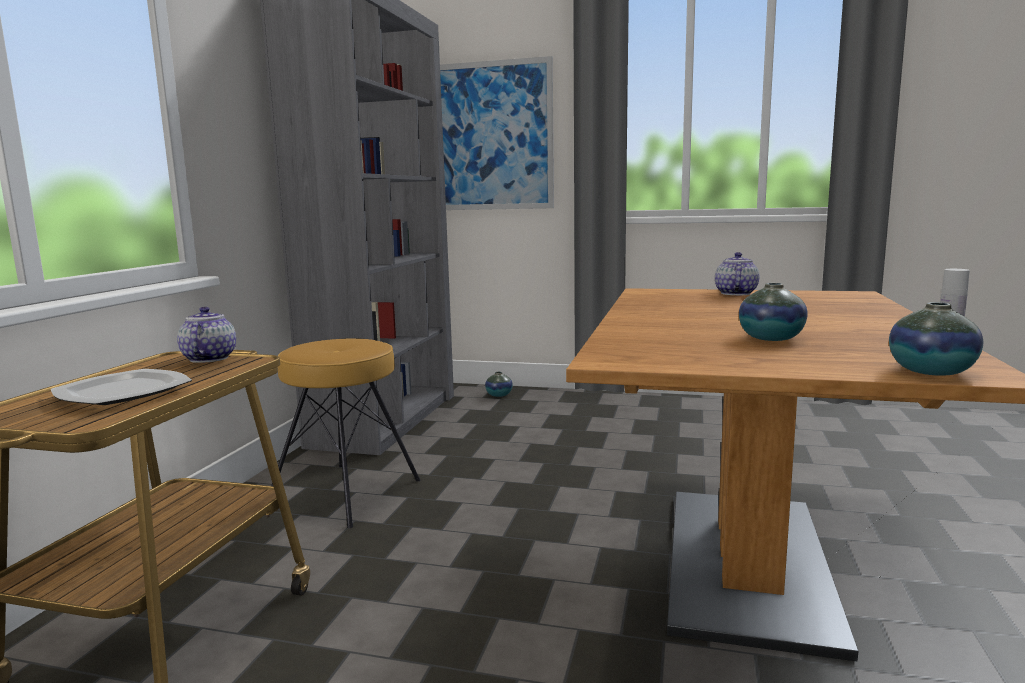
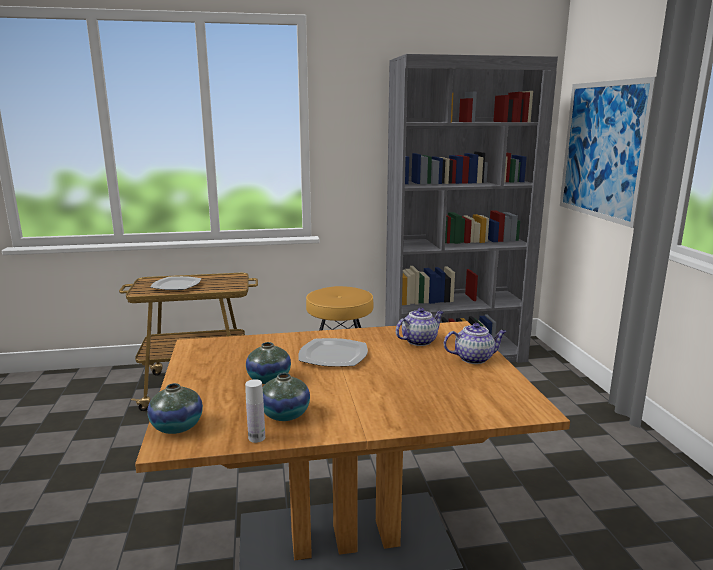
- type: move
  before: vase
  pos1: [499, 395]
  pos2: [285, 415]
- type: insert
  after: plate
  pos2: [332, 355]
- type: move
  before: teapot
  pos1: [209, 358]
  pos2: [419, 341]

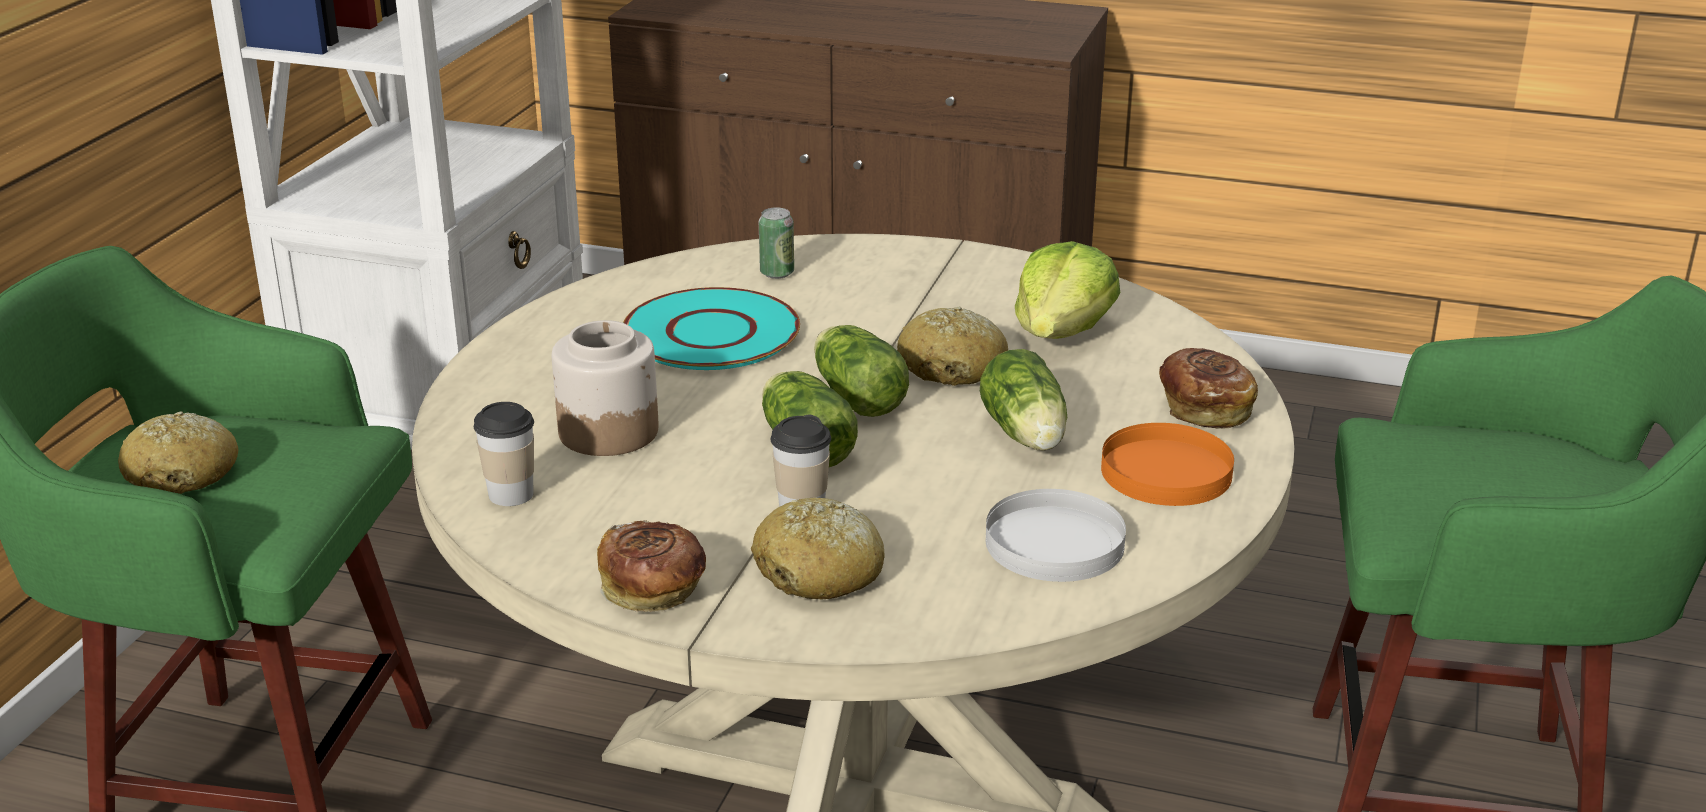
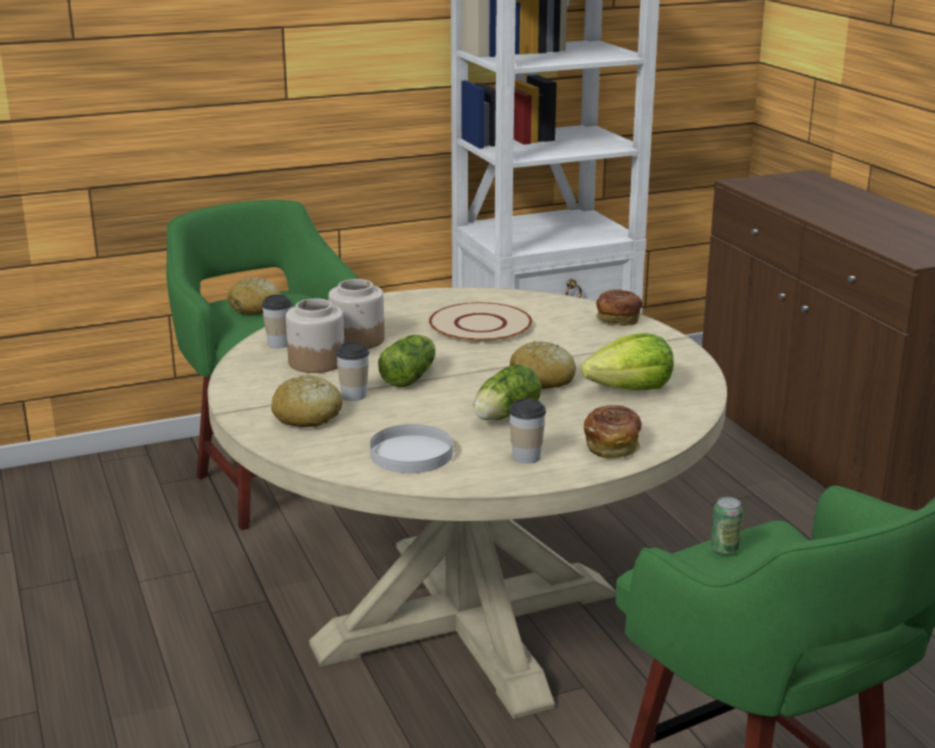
- type: insert
  after: jar
  pos2: [316, 362]
- type: recolor
  before: turquoise plate
  after: beige plate
  pos1: [712, 333]
  pos2: [480, 325]
- type: replace
  before: orange plate
  after: cup
  pos1: [1167, 472]
  pos2: [526, 457]
- type: move
  before: bread
  pos1: [653, 591]
  pos2: [617, 320]
- type: move
  before: can
  pos1: [777, 273]
  pos2: [724, 549]
- type: delete
  before: lettuce
  pos1: [855, 395]

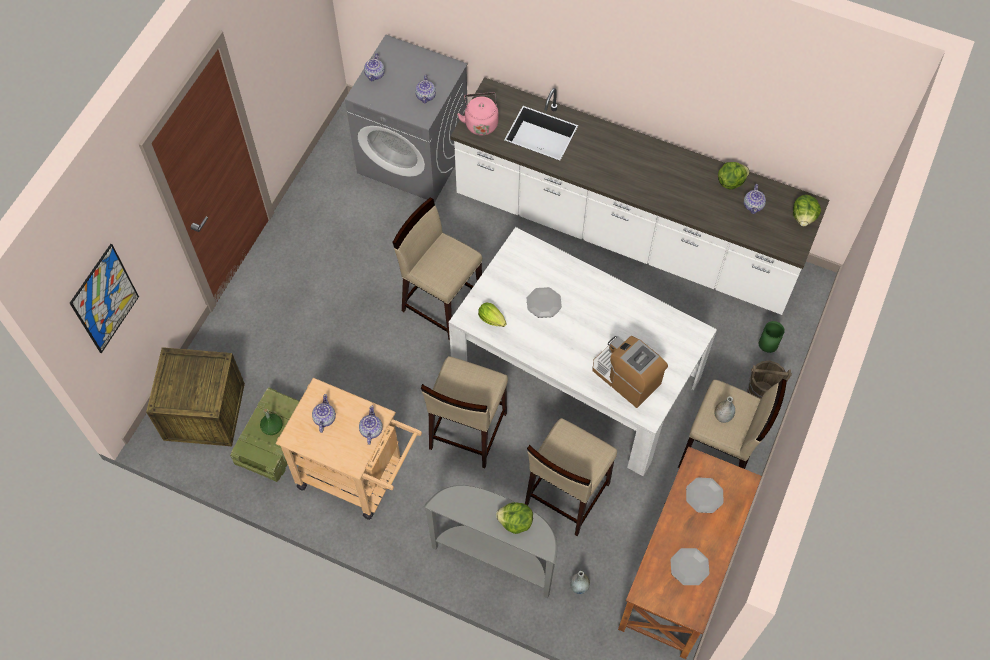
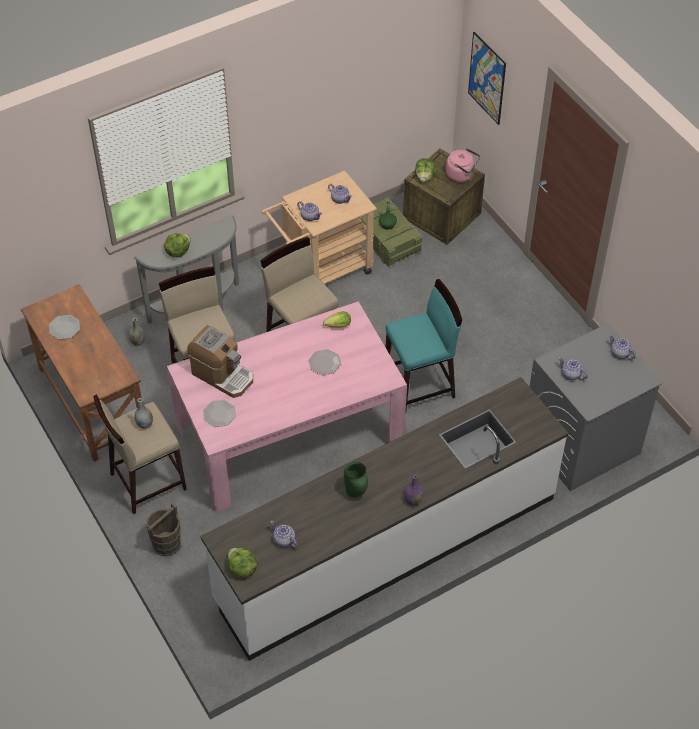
- type: recolor
  before: white dining table
  after: pink dining table
  pos1: [576, 374]
  pos2: [289, 434]
- type: rotate
  before: coffee machine
  pos1: [626, 377]
  pos2: [223, 375]
  turn: 45
- type: move
  before: plate
  pos1: [704, 495]
  pos2: [219, 414]
- type: move
  before: green vase
  pos1: [766, 347]
  pos2: [356, 493]
- type: recolor
  before: beige stool
  after: turquoise stool
  pos1: [442, 304]
  pos2: [420, 386]
- type: insert
  after: purple vase
  pos2: [413, 500]
- type: move
  before: lettuce
  pos1: [730, 181]
  pos2: [425, 177]
- type: move
  before: pink kettle
  pos1: [480, 122]
  pos2: [461, 175]

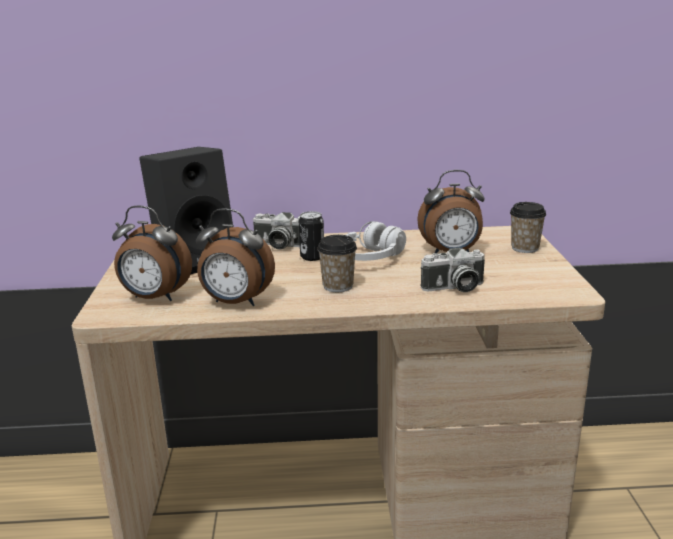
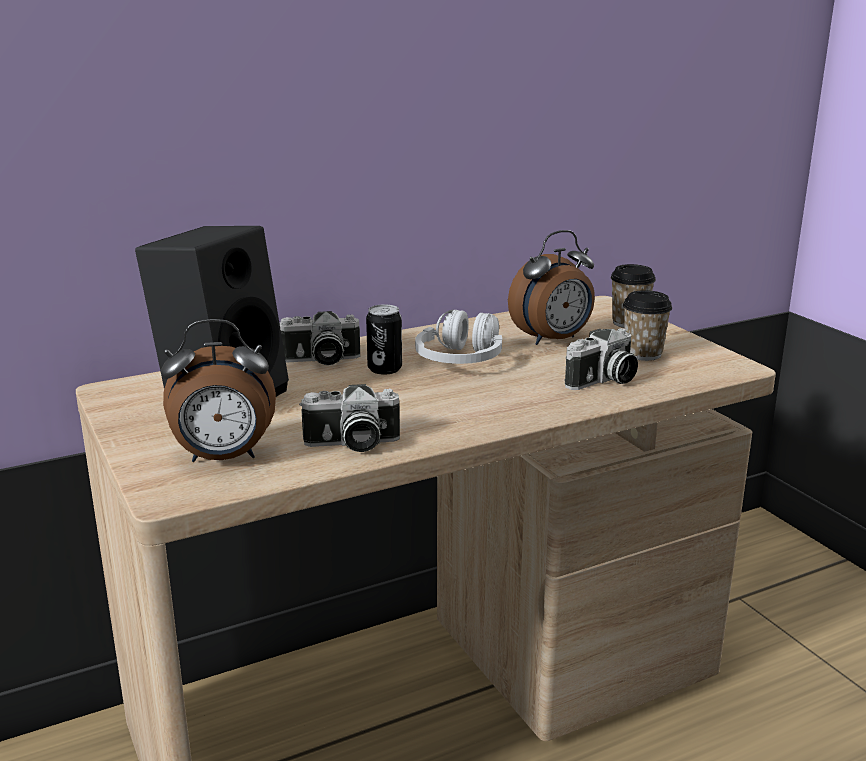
- type: replace
  before: alarm clock
  after: photo camera
  pos1: [236, 303]
  pos2: [351, 444]
- type: move
  before: cup
  pos1: [338, 286]
  pos2: [643, 354]

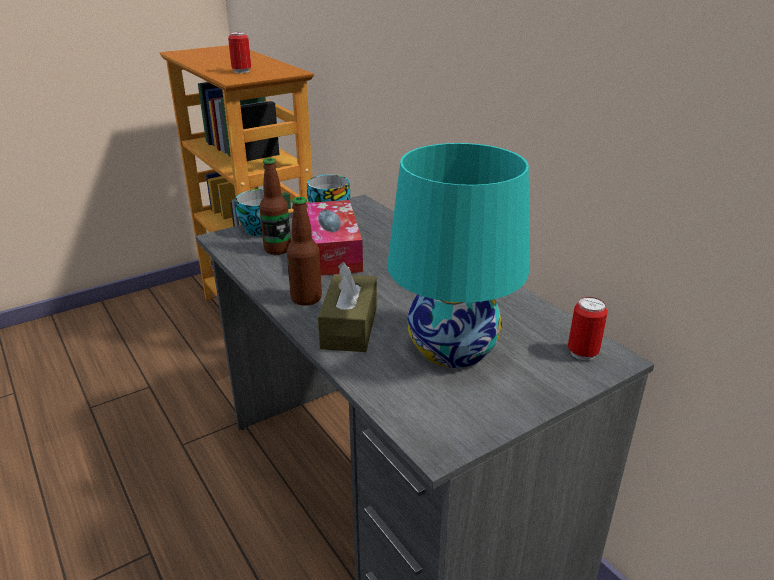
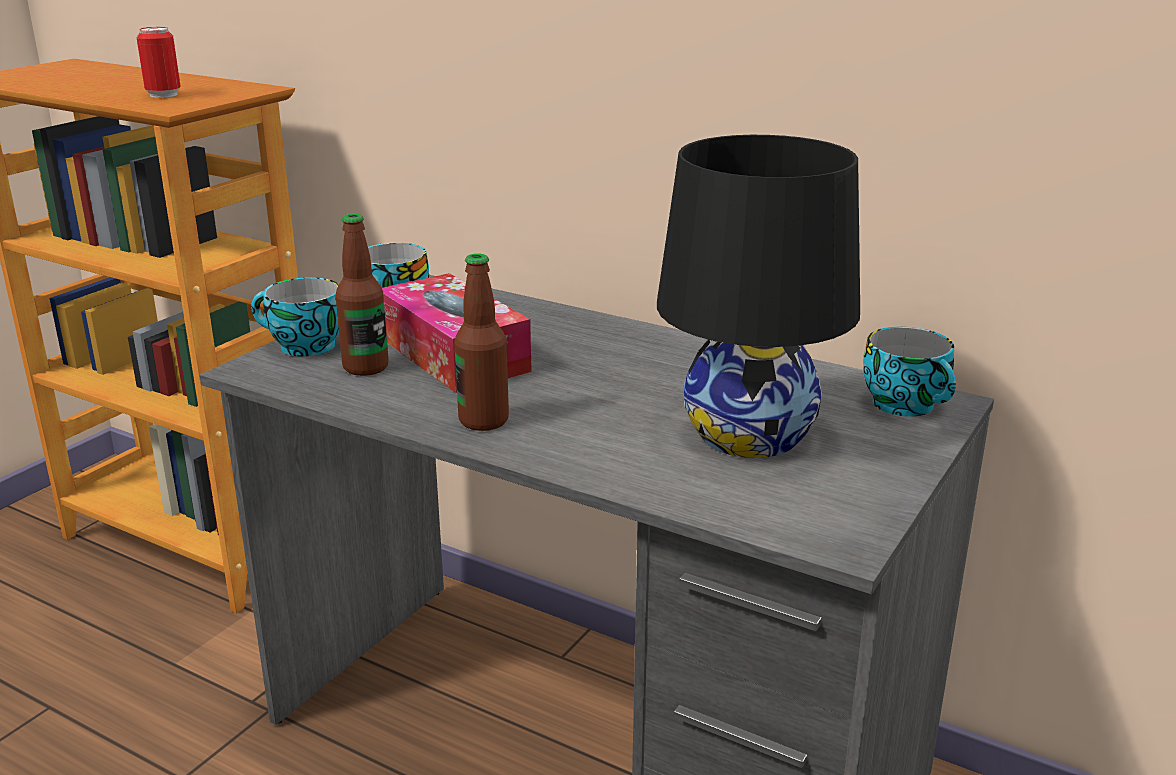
- type: recolor
  before: turquoise table lamp
  after: black table lamp
  pos1: [453, 348]
  pos2: [750, 434]
- type: replace
  before: can
  after: cup
  pos1: [582, 353]
  pos2: [908, 405]
- type: delete
  before: brown tissue box
  pos1: [349, 327]

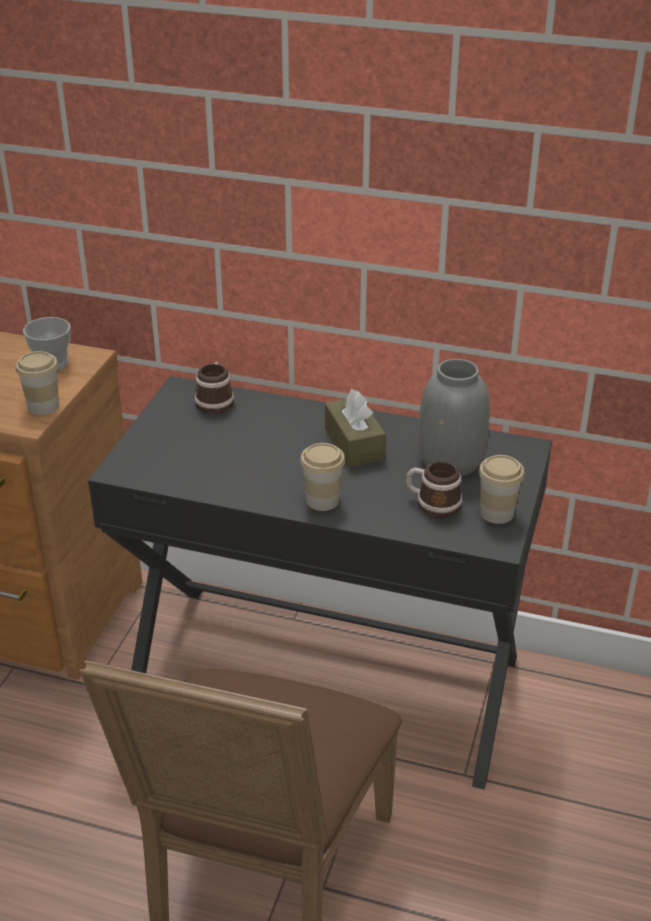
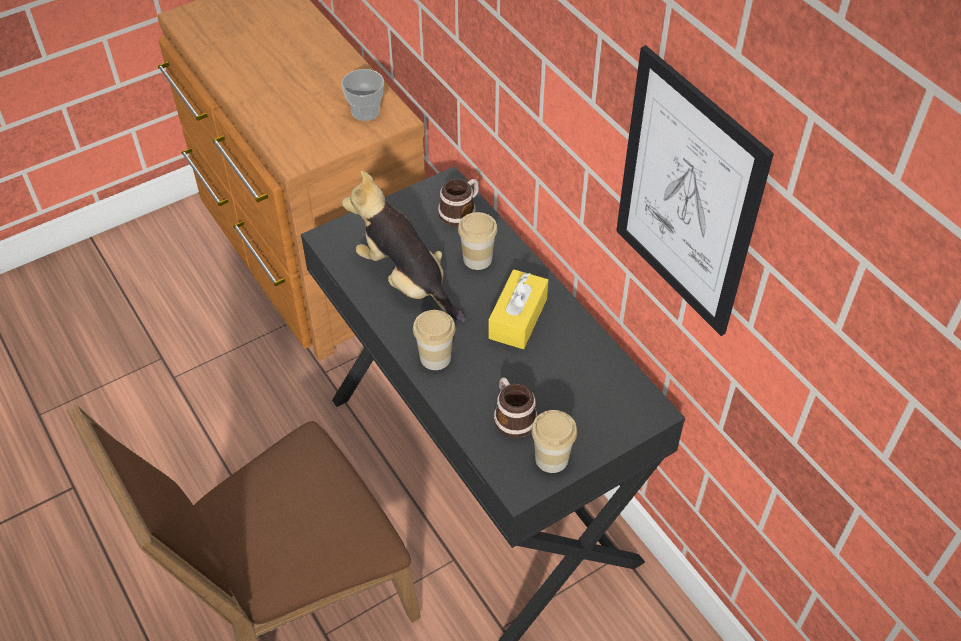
- type: insert
  after: plush toy
  pos2: [406, 281]
- type: move
  before: cup
  pos1: [43, 406]
  pos2: [477, 259]
- type: recolor
  before: brown tissue box
  after: yellow tissue box
  pos1: [354, 444]
  pos2: [518, 318]
- type: insert
  after: picture
  pos2: [687, 195]
- type: delete
  before: grey vase
  pos1: [451, 462]

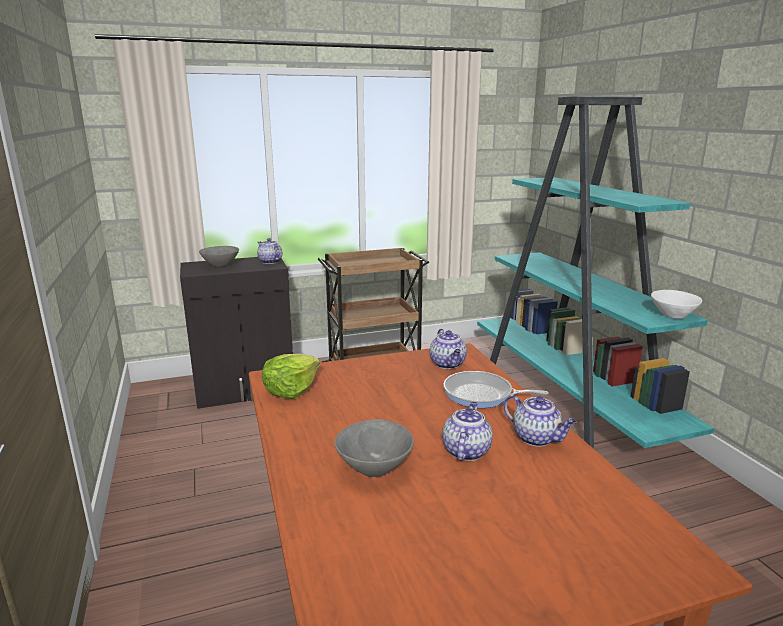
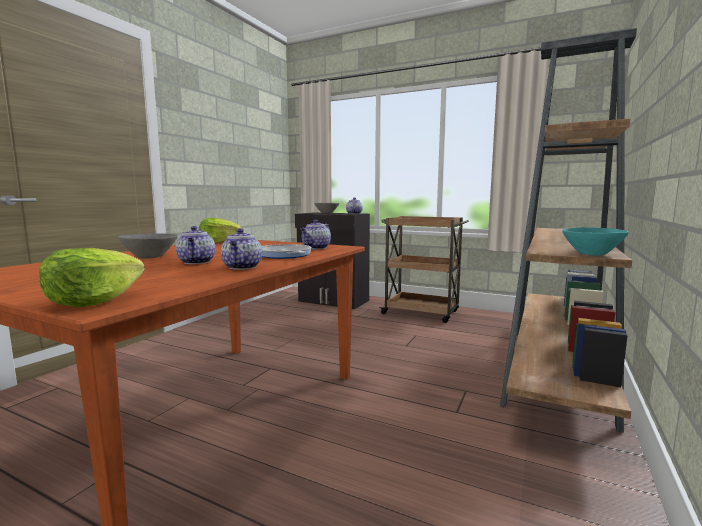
- type: insert
  after: lettuce
  pos2: [94, 301]
- type: rotate
  before: teapot
  pos1: [465, 451]
  pos2: [197, 262]
  turn: 105
- type: recolor
  before: turquoise bookcase
  after: brown bookcase
  pos1: [568, 400]
  pos2: [557, 372]
- type: recolor
  before: white bowl
  after: turquoise bowl
  pos1: [673, 316]
  pos2: [591, 254]

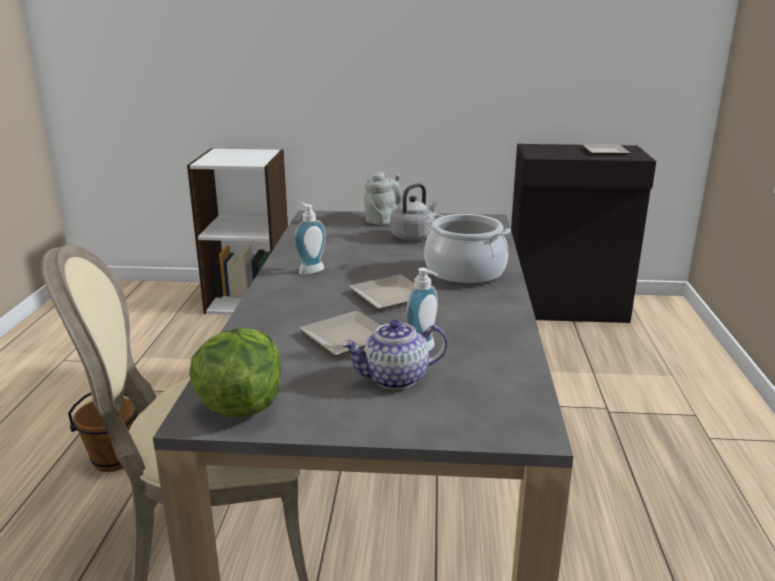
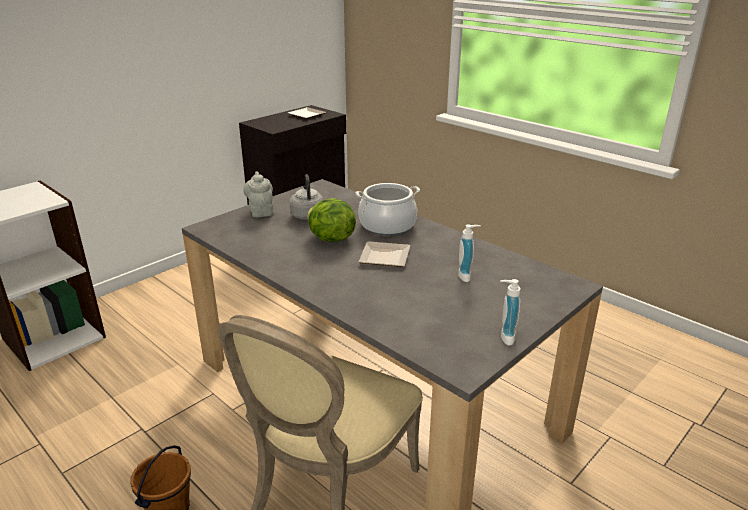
- type: move
  before: lettuce
  pos1: [240, 406]
  pos2: [330, 239]
- type: move
  before: soap dispenser
  pos1: [310, 270]
  pos2: [504, 337]
- type: delete
  before: plate
  pos1: [343, 337]
- type: delete
  before: teapot
  pos1: [395, 379]

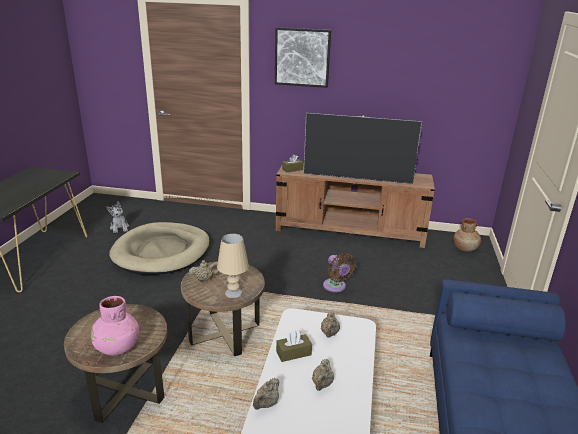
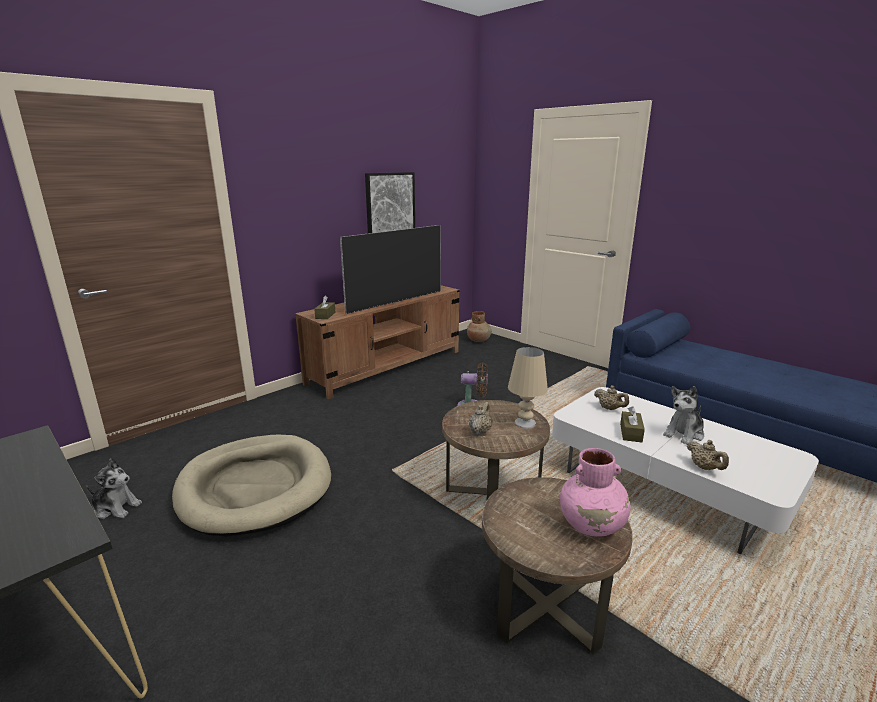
- type: move
  before: picture
  pos1: [302, 57]
  pos2: [390, 203]
- type: replace
  before: beige teapot
  after: plush toy
  pos1: [322, 384]
  pos2: [684, 434]

